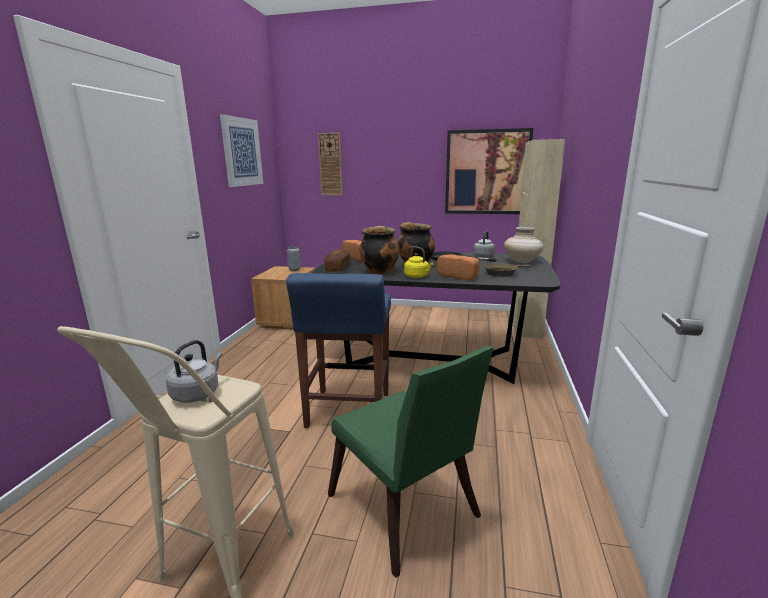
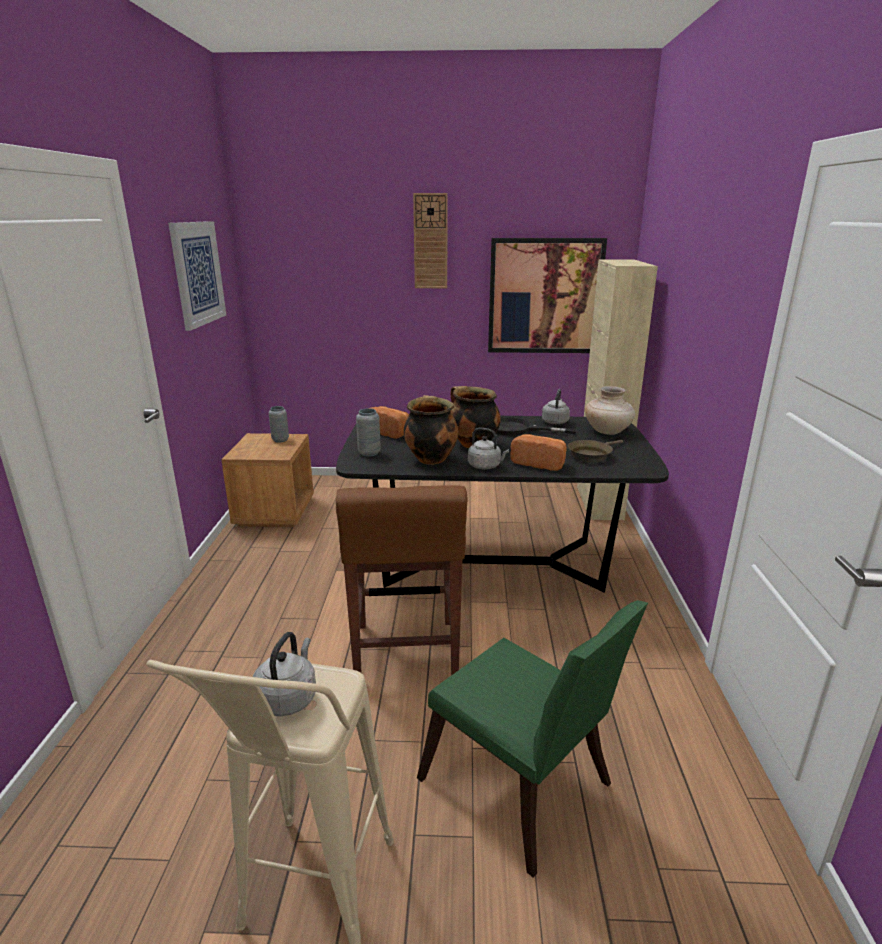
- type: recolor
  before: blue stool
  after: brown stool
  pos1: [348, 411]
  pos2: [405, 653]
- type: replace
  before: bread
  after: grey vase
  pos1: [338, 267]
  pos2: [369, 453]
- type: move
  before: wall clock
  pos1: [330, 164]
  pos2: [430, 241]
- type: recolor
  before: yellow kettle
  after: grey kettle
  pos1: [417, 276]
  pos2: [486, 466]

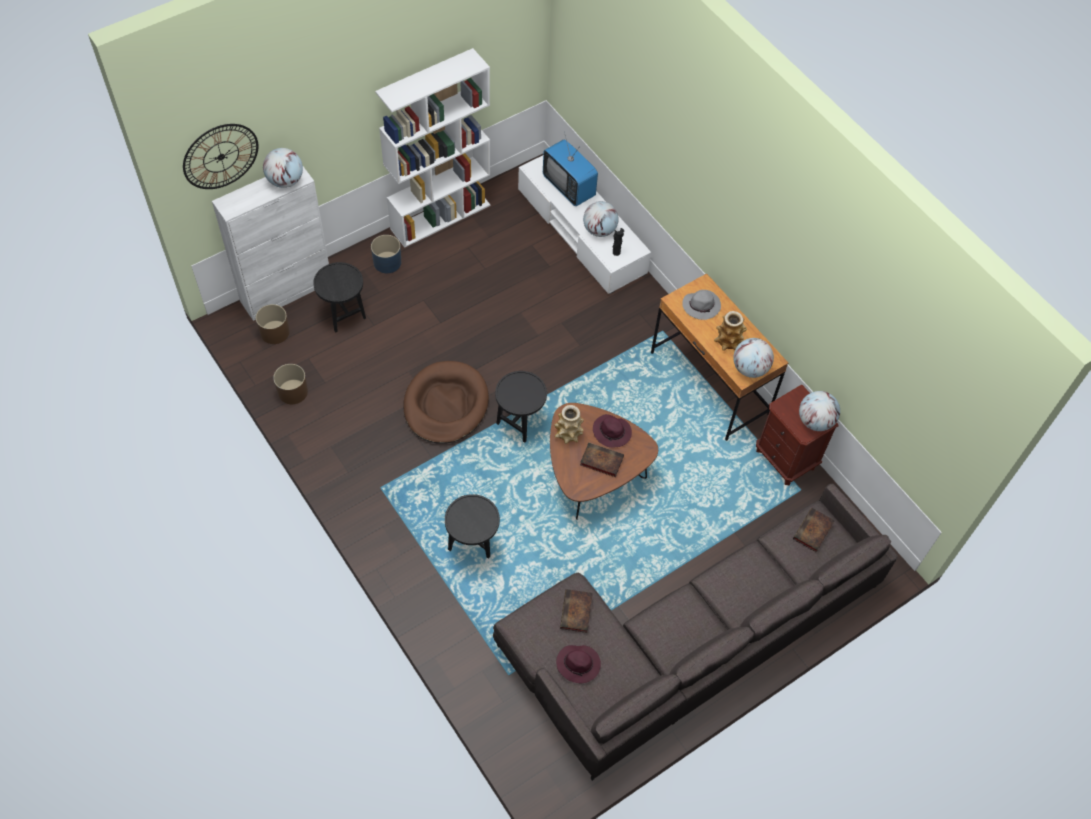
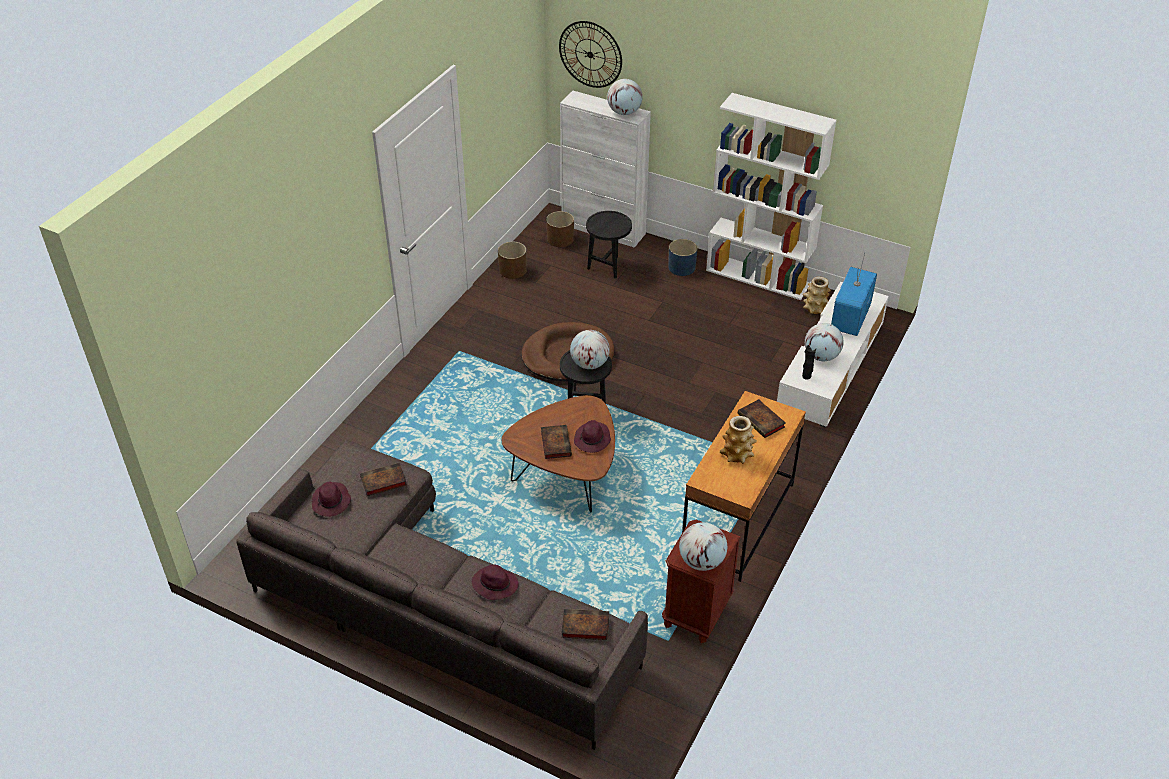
- type: insert
  after: purple hat
  pos2: [494, 584]
- type: move
  before: globe
  pos1: [750, 368]
  pos2: [589, 364]
- type: replace
  before: grey hat
  after: book
  pos1: [701, 306]
  pos2: [762, 421]
- type: move
  before: vase
  pos1: [568, 433]
  pos2: [814, 308]
- type: delete
  before: black side table
  pos1: [473, 546]

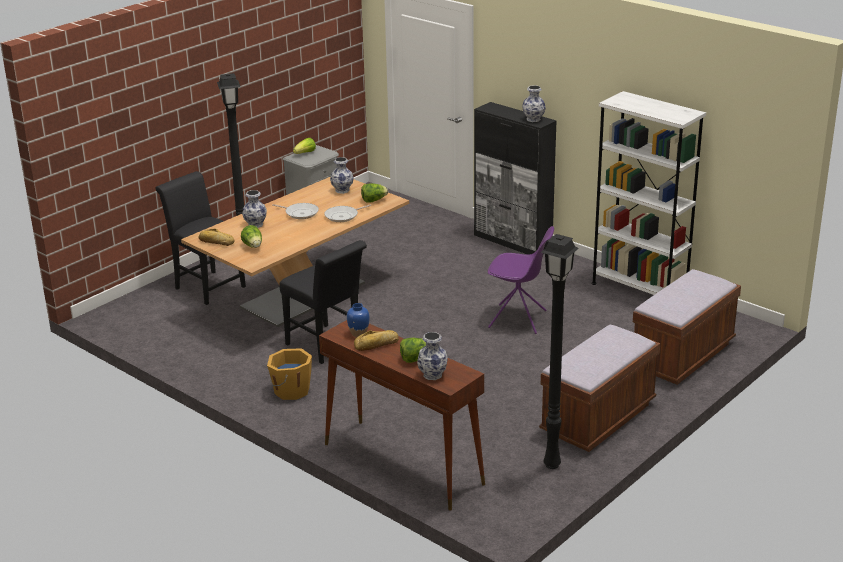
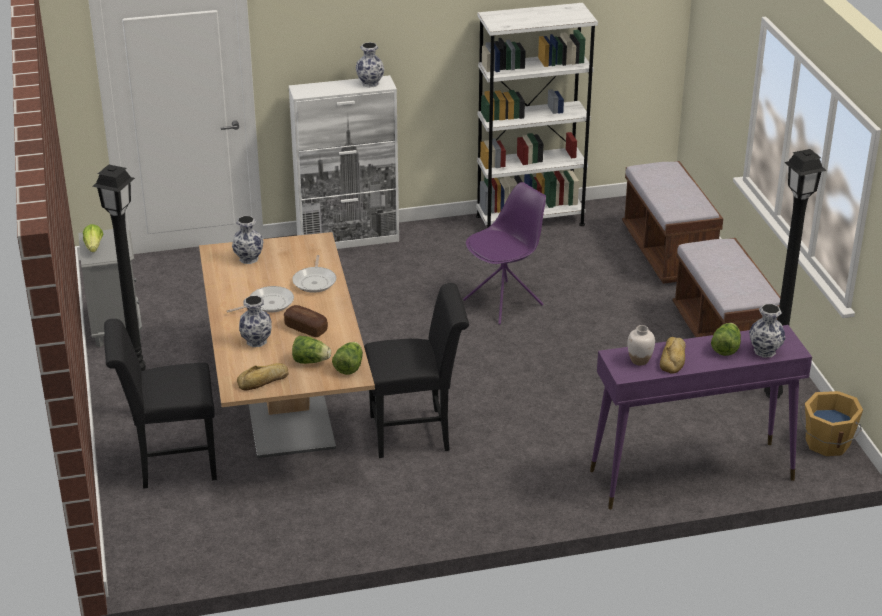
- type: insert
  after: bread
  pos2: [306, 328]
- type: recolor
  before: black cabinet
  after: white cabinet
  pos1: [513, 242]
  pos2: [348, 239]
- type: move
  before: lettuce
  pos1: [373, 200]
  pos2: [349, 367]
- type: recolor
  before: brown console table
  after: purple console table
  pos1: [402, 463]
  pos2: [690, 475]
- type: recolor
  before: blue vase
  after: white vase
  pos1: [358, 333]
  pos2: [639, 360]
- type: move
  before: orange bucket
  pos1: [291, 390]
  pos2: [827, 443]

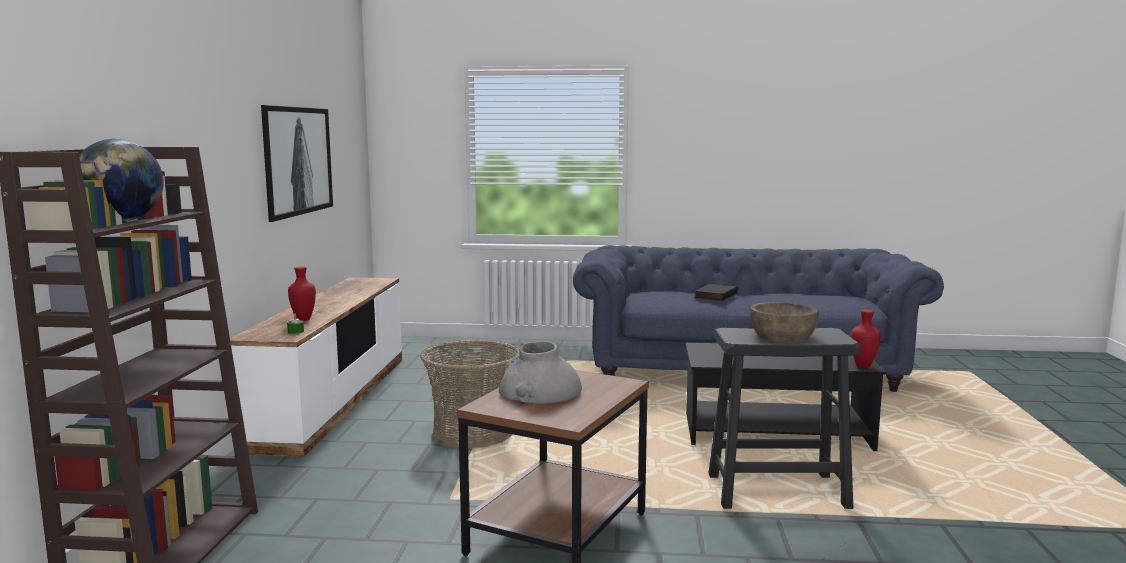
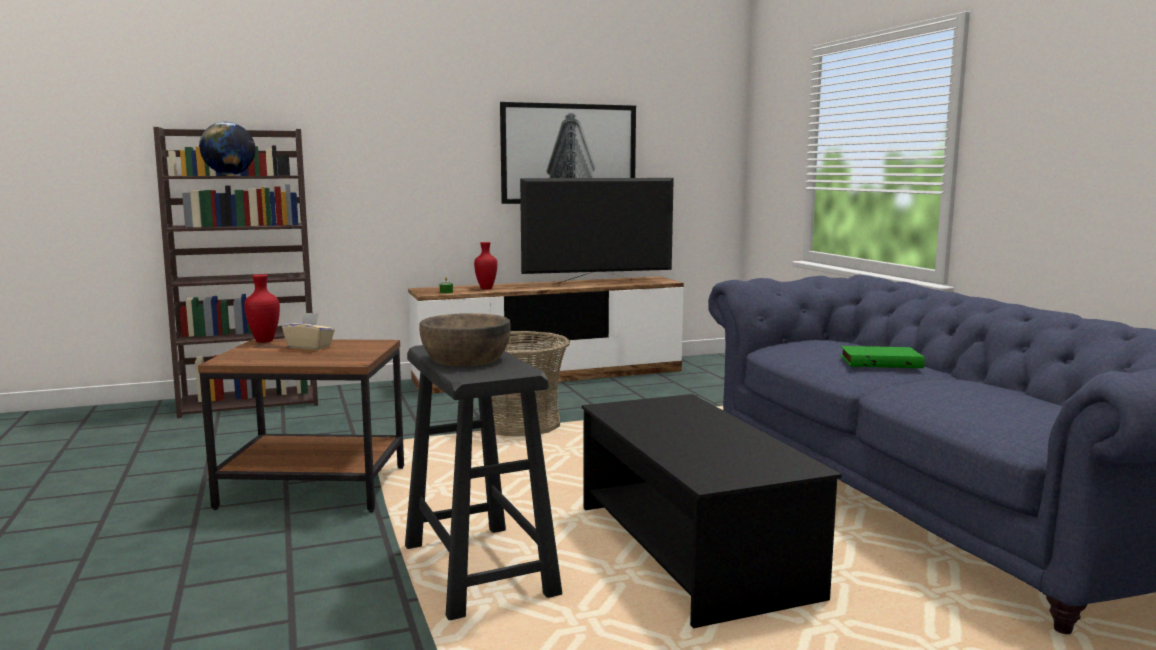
- type: move
  before: red vase
  pos1: [862, 366]
  pos2: [264, 341]
- type: replace
  before: grey vase
  after: beige tissue box
  pos1: [540, 391]
  pos2: [310, 347]
- type: insert
  after: television
  pos2: [597, 283]
- type: recolor
  before: black book
  after: green book
  pos1: [715, 295]
  pos2: [880, 361]

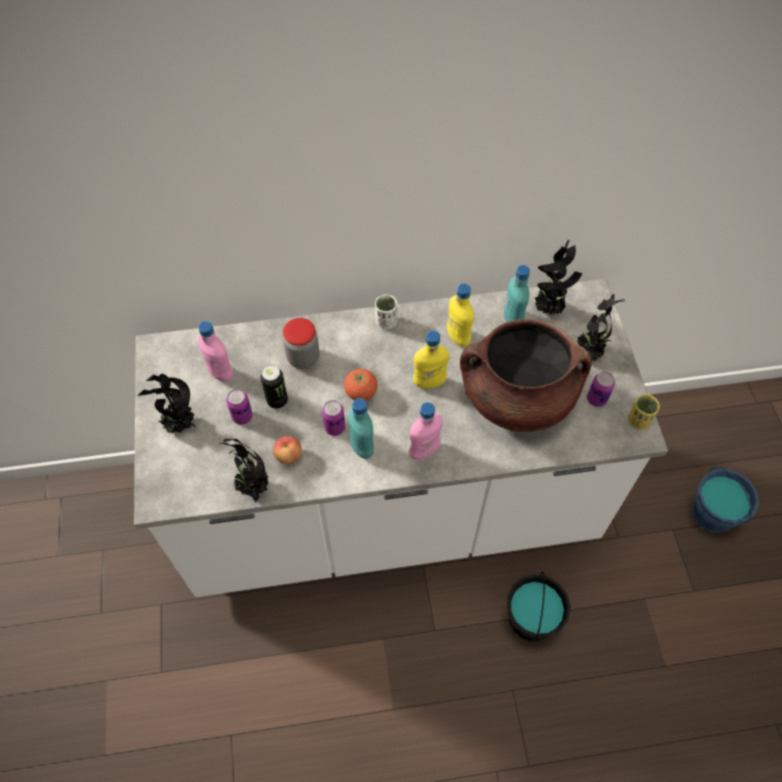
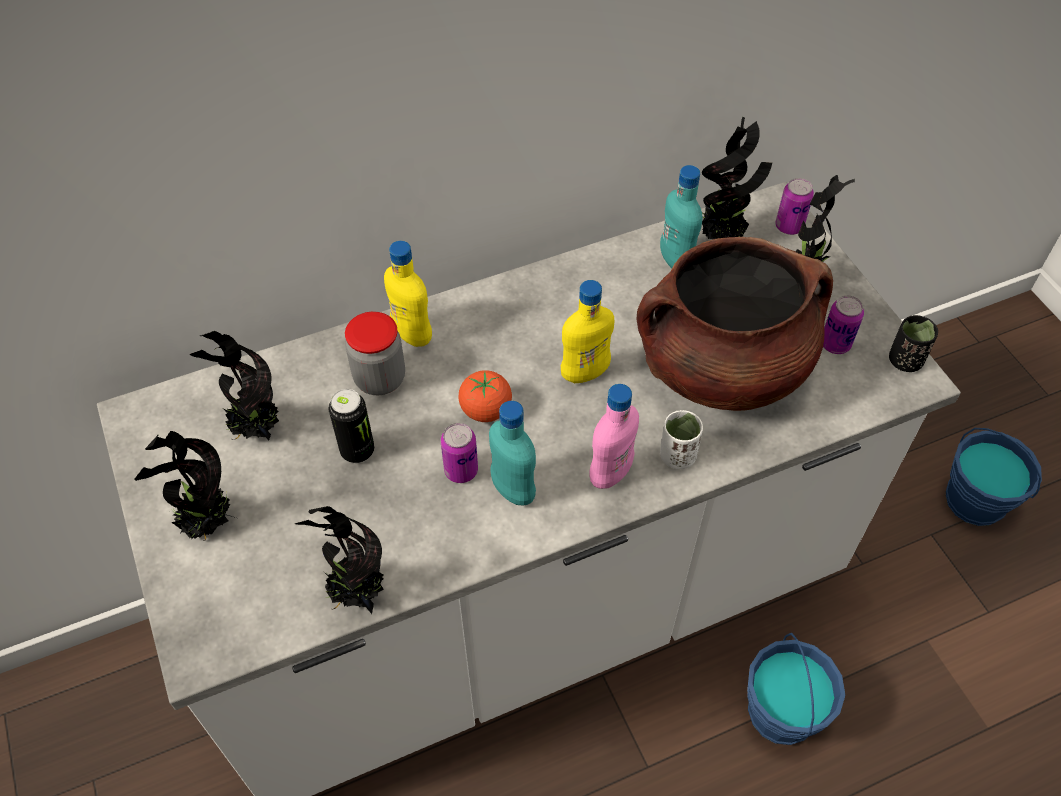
- type: replace
  before: pink bottle
  after: potted plant
  pos1: [221, 373]
  pos2: [254, 429]
- type: move
  before: yellow bottle
  pos1: [458, 337]
  pos2: [412, 334]
- type: move
  before: white cup
  pos1: [386, 321]
  pos2: [677, 456]
- type: recolor
  before: black bucket
  after: blue bucket
  pos1: [531, 619]
  pos2: [782, 712]
- type: move
  before: can
  pos1: [242, 416]
  pos2: [789, 226]
- type: recolor
  before: yellow cup
  after: black cup
  pos1: [638, 421]
  pos2: [905, 360]
- type: delete
  before: apple
  pos1: [288, 455]

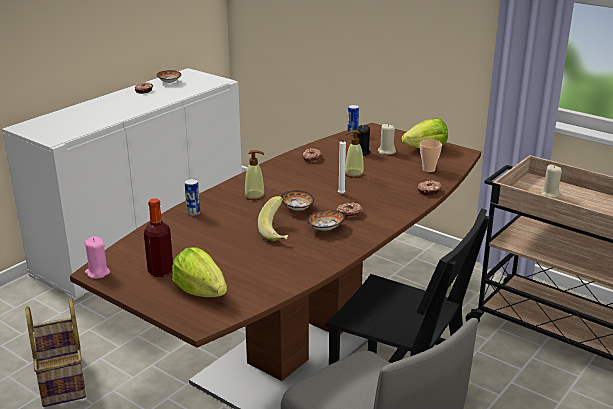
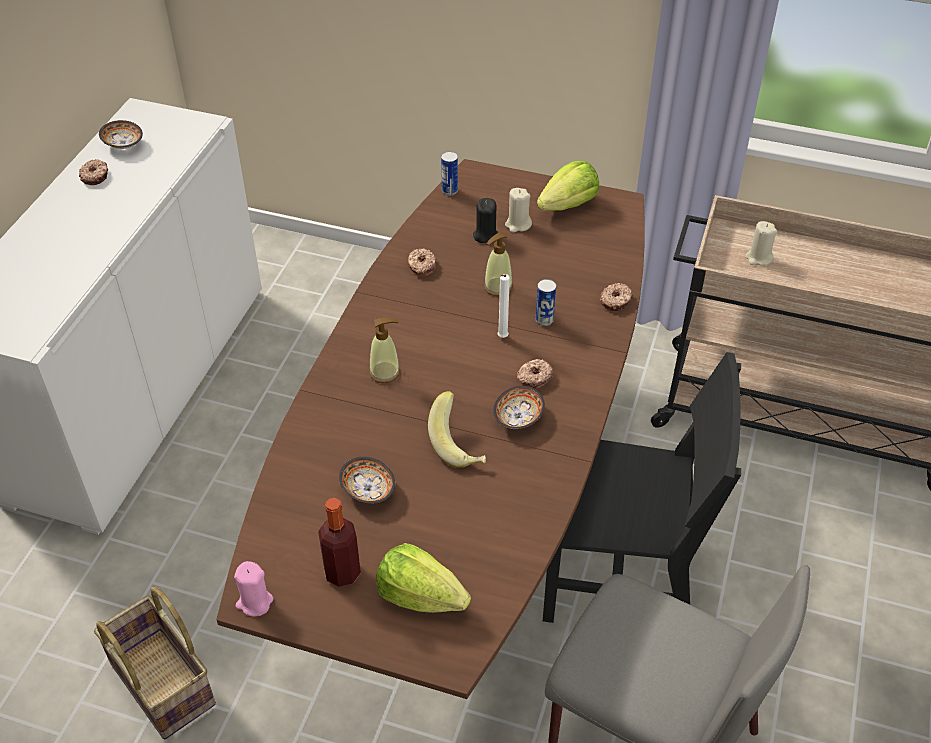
- type: move
  before: bowl
  pos1: [297, 208]
  pos2: [368, 489]
- type: move
  before: can
  pos1: [193, 213]
  pos2: [544, 320]
- type: delete
  before: cup
  pos1: [428, 169]

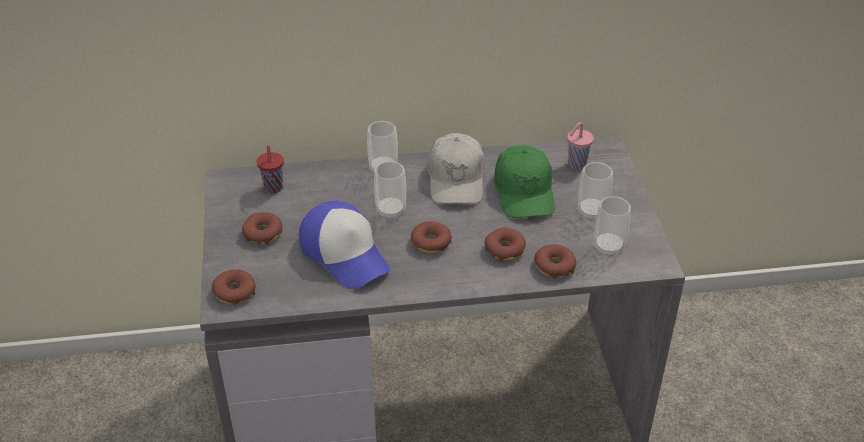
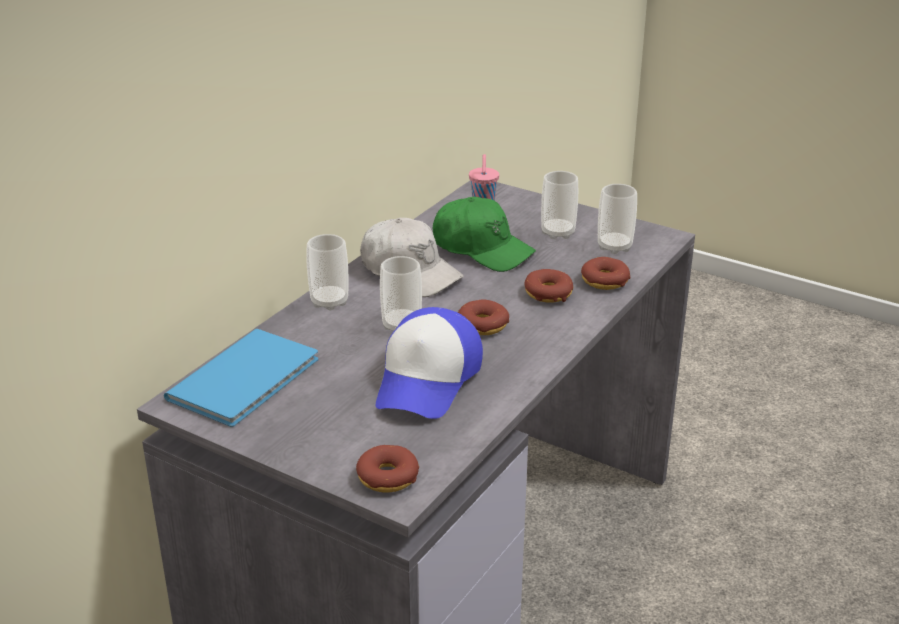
- type: replace
  before: red cup
  after: blue book
  pos1: [273, 188]
  pos2: [250, 378]
- type: rotate
  before: cap
  pos1: [345, 254]
  pos2: [428, 380]
  turn: 105
- type: delete
  before: donut
  pos1: [263, 233]

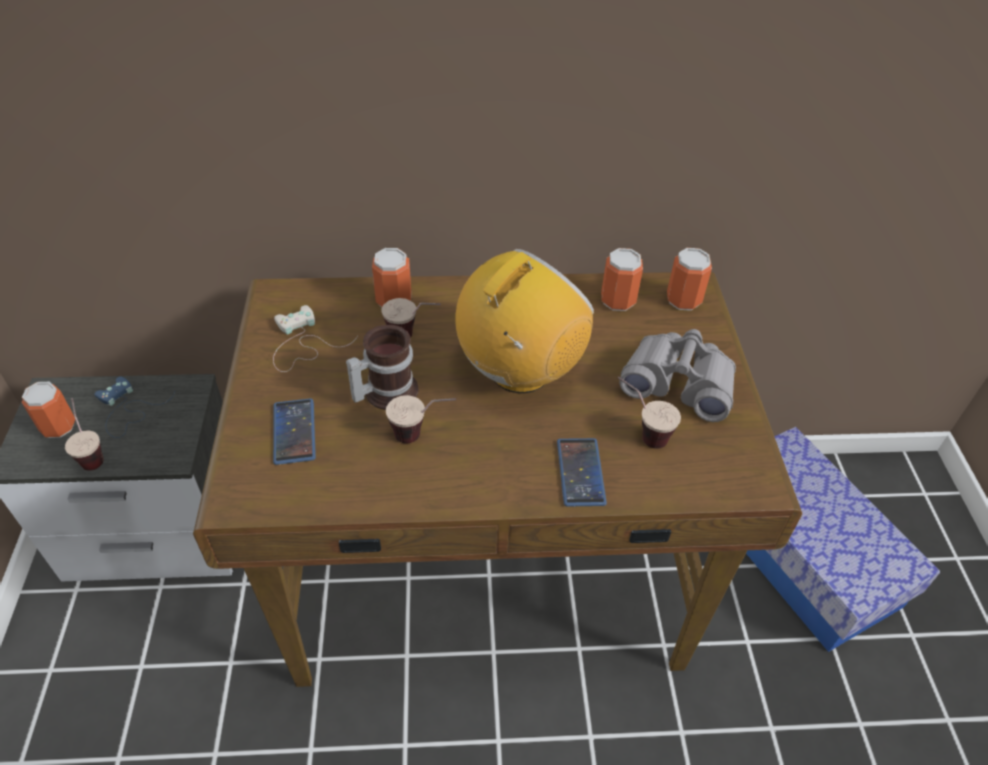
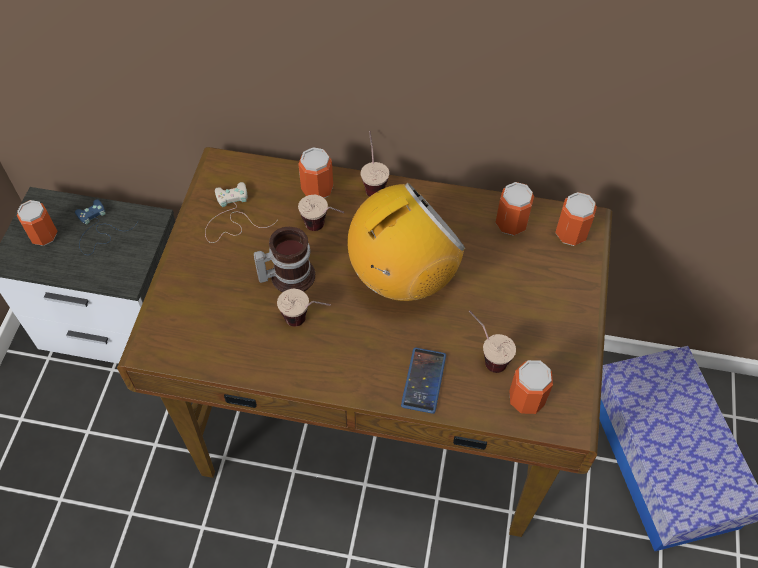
- type: move
  before: cup
  pos1: [91, 452]
  pos2: [373, 182]
- type: insert
  after: can
  pos2: [526, 399]
- type: delete
  before: phone
  pos1: [294, 432]
- type: delete
  before: grey binoculars
  pos1: [679, 383]

